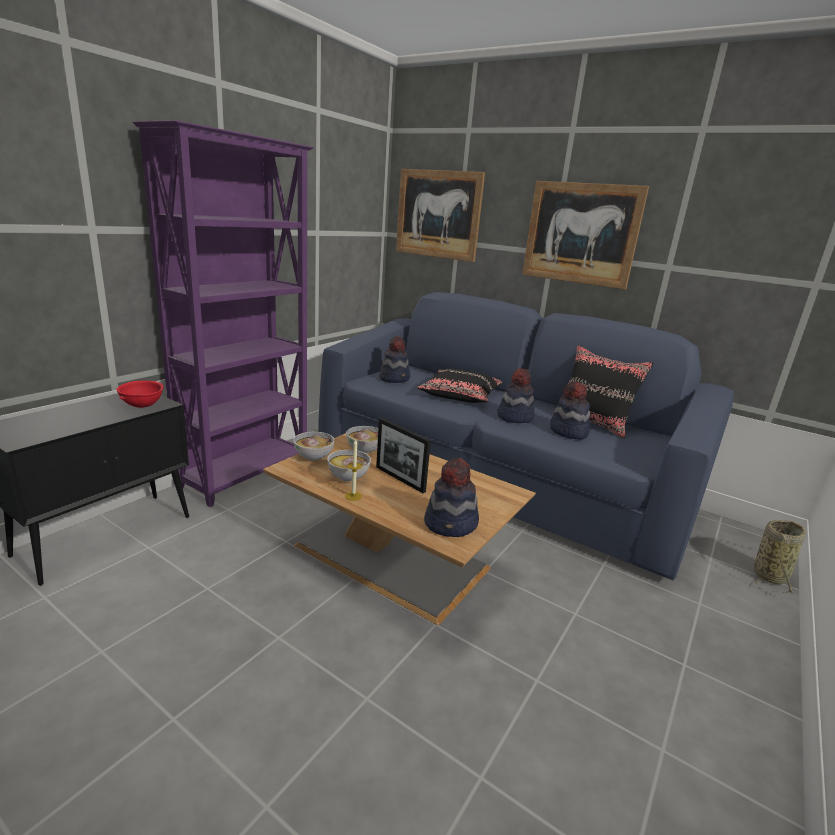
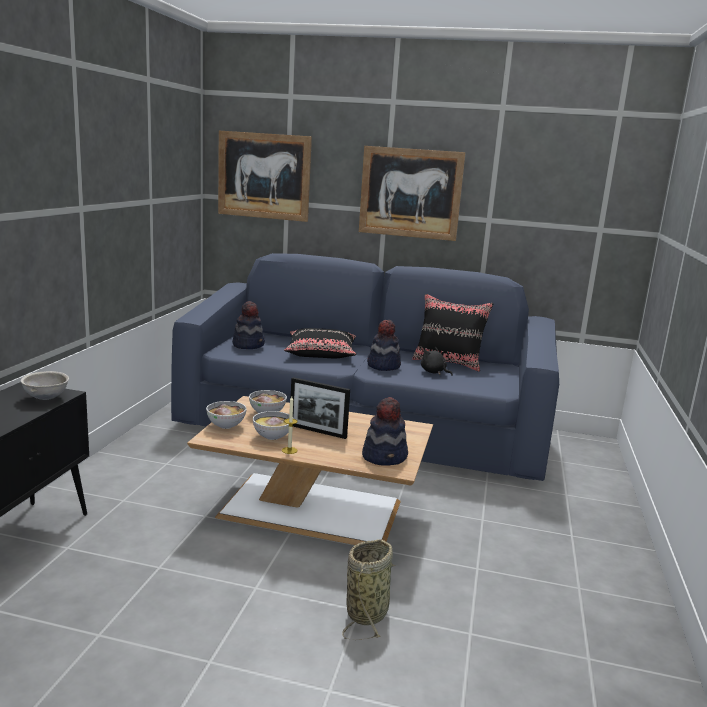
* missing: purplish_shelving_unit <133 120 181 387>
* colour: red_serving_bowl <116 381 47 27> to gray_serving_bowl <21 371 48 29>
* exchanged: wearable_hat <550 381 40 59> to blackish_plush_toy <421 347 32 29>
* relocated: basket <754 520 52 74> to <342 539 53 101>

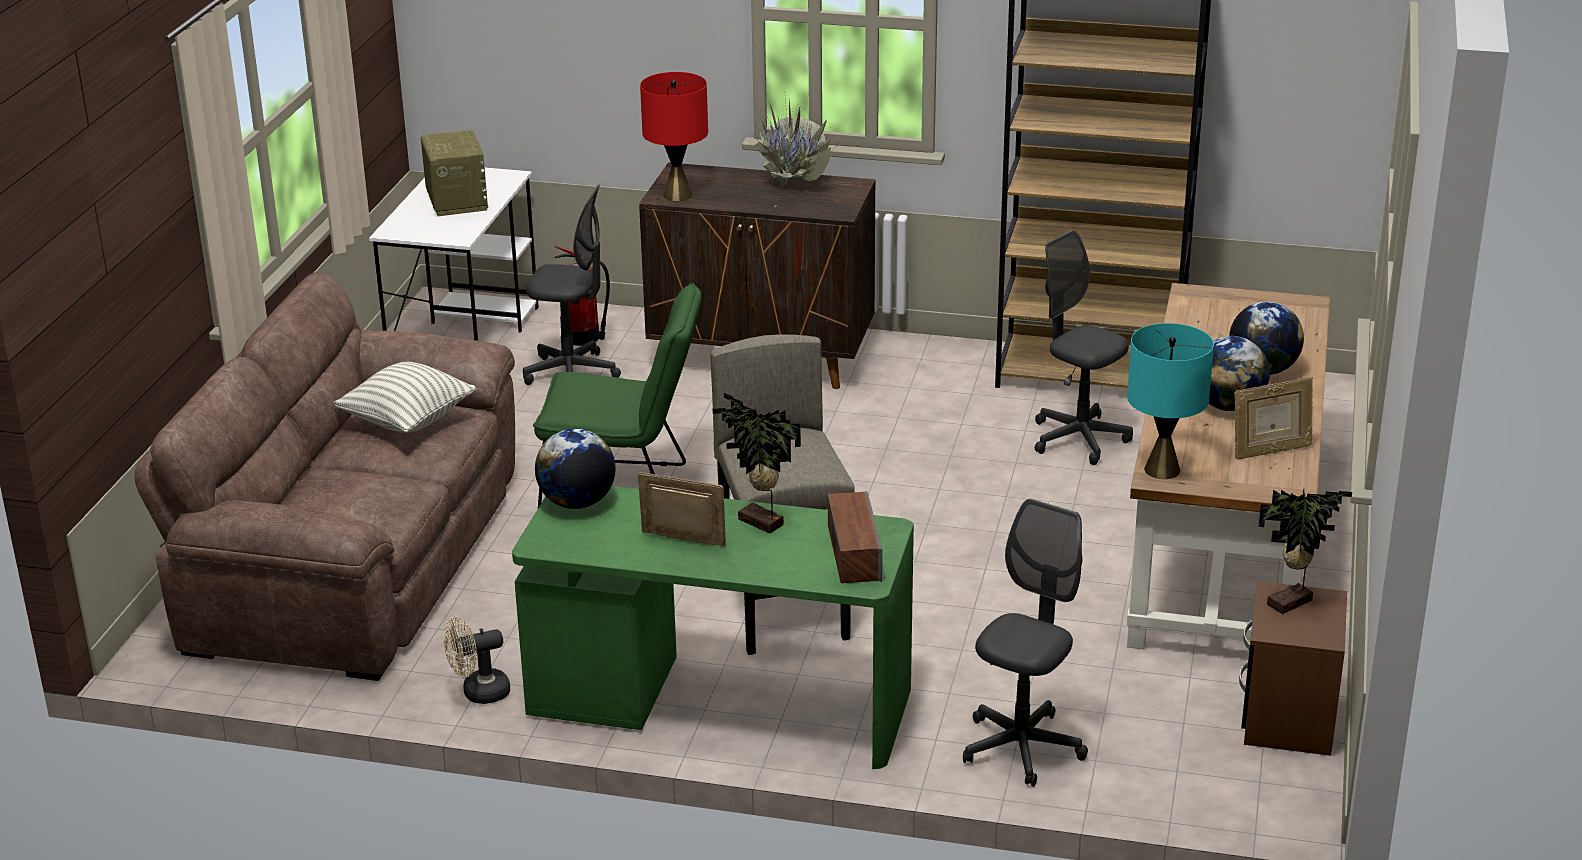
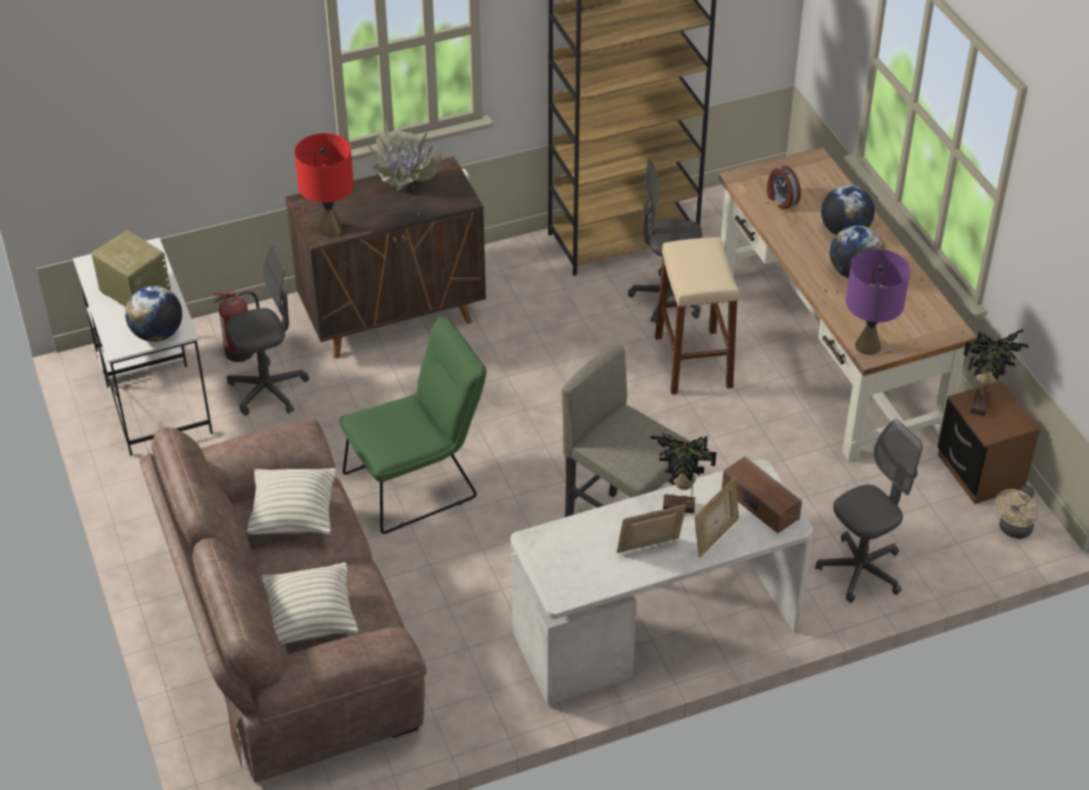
* colour: blue-green_table_lamp <1127 323 87 156> to purplish_table_lamp <846 249 64 106>
* relocated: picture_frame <1235 377 78 83> to <694 477 45 80>
* relocated: desk_globe <535 429 81 80> to <125 286 57 56>
* colour: greenish_desk <512 486 402 283> to white-coloured_desk <511 460 302 245>
* spun: gray_computer_chair <963 499 125 288> = <815 419 108 184> 60 degrees clockwise
* relocated: sand-coloured_cooling_fan <444 616 66 88> to <995 485 43 54>
* appeared: alarm_clock <767 166 34 44>
* appeared: sand-coloured_stool <655 237 84 158>
* appeared: throw_pillow <262 562 96 82>

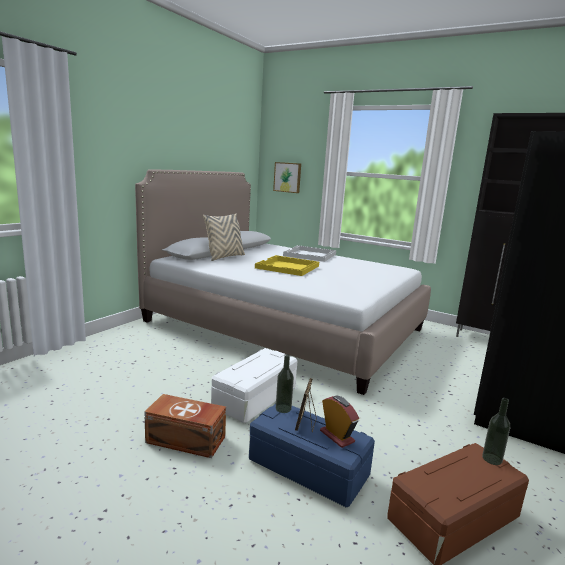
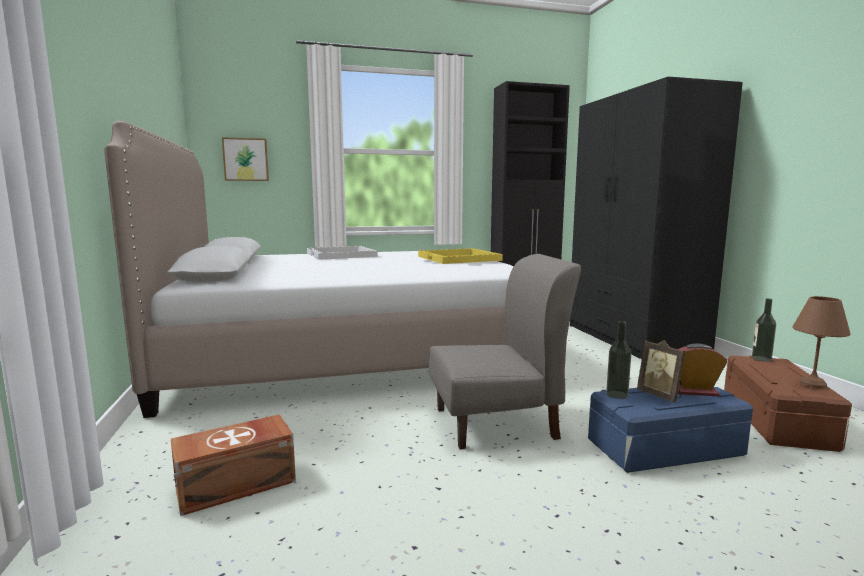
* missing: sand-coloured_throw_pillow <203 214 42 47>
* relocated: yellow_tray <255 255 64 21> to <418 248 85 16>
* exchanged: white-coloured_storage_box <211 348 86 75> to gray_plain_chair <429 254 152 195>
* relocated: brown_storage_box <144 394 82 64> to <171 414 125 102>
* appeared: brown_table_lamp <792 296 59 93>

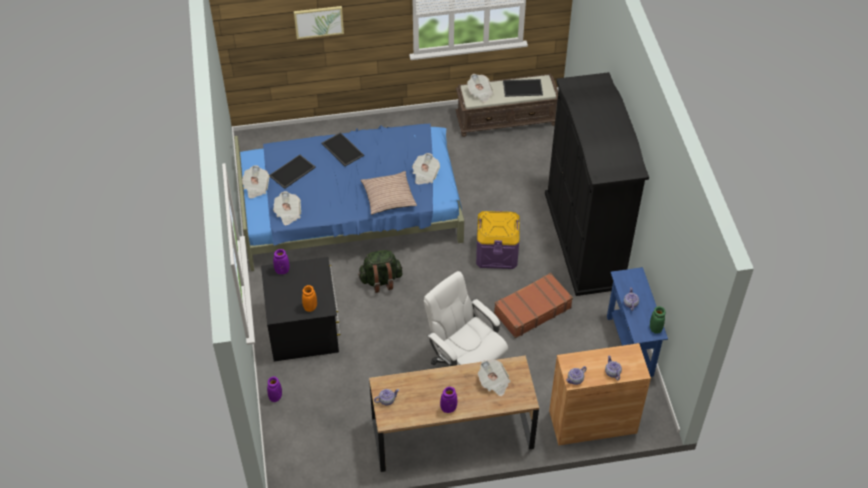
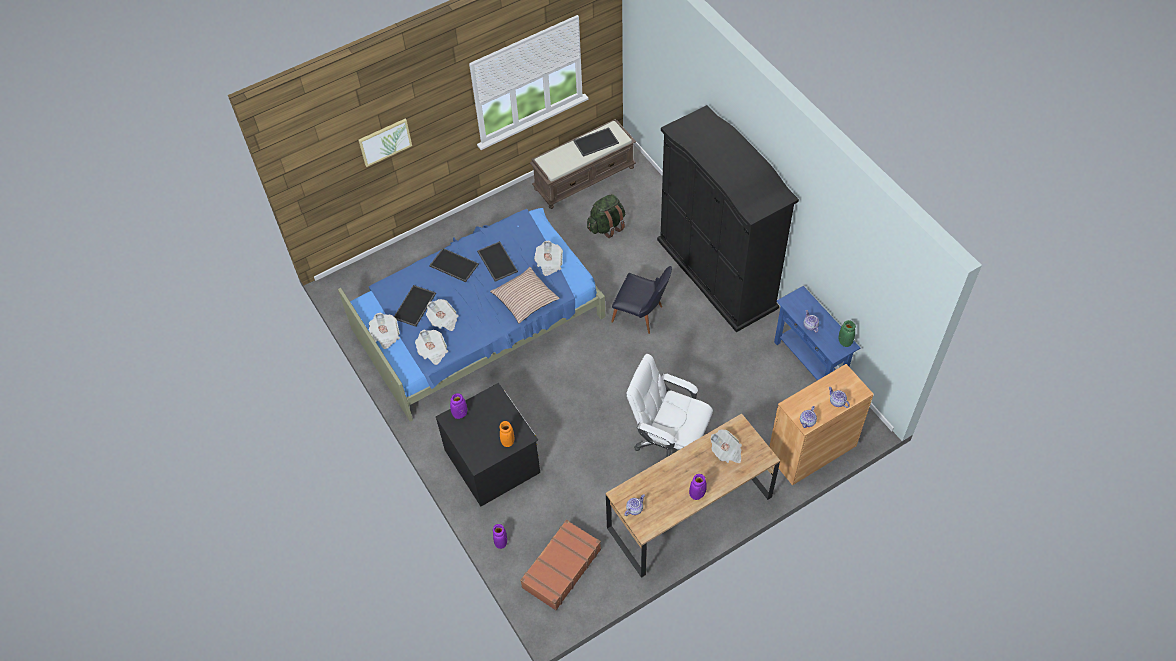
* relocated: printed_paper <467 74 27 29> to <426 299 33 32>
* exchanged: purplish_storage_box <476 211 44 58> to blackish_plain_chair <611 266 61 68>
* relocated: greenish_rucksack <358 250 45 43> to <587 194 38 44>
* relocated: brown_suitcase <494 273 79 65> to <520 520 81 90>
* appeared: tray <477 241 41 41>

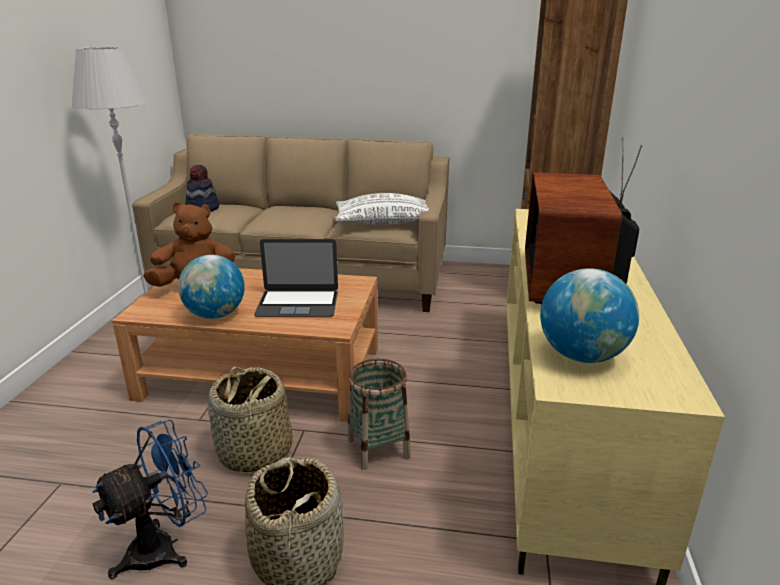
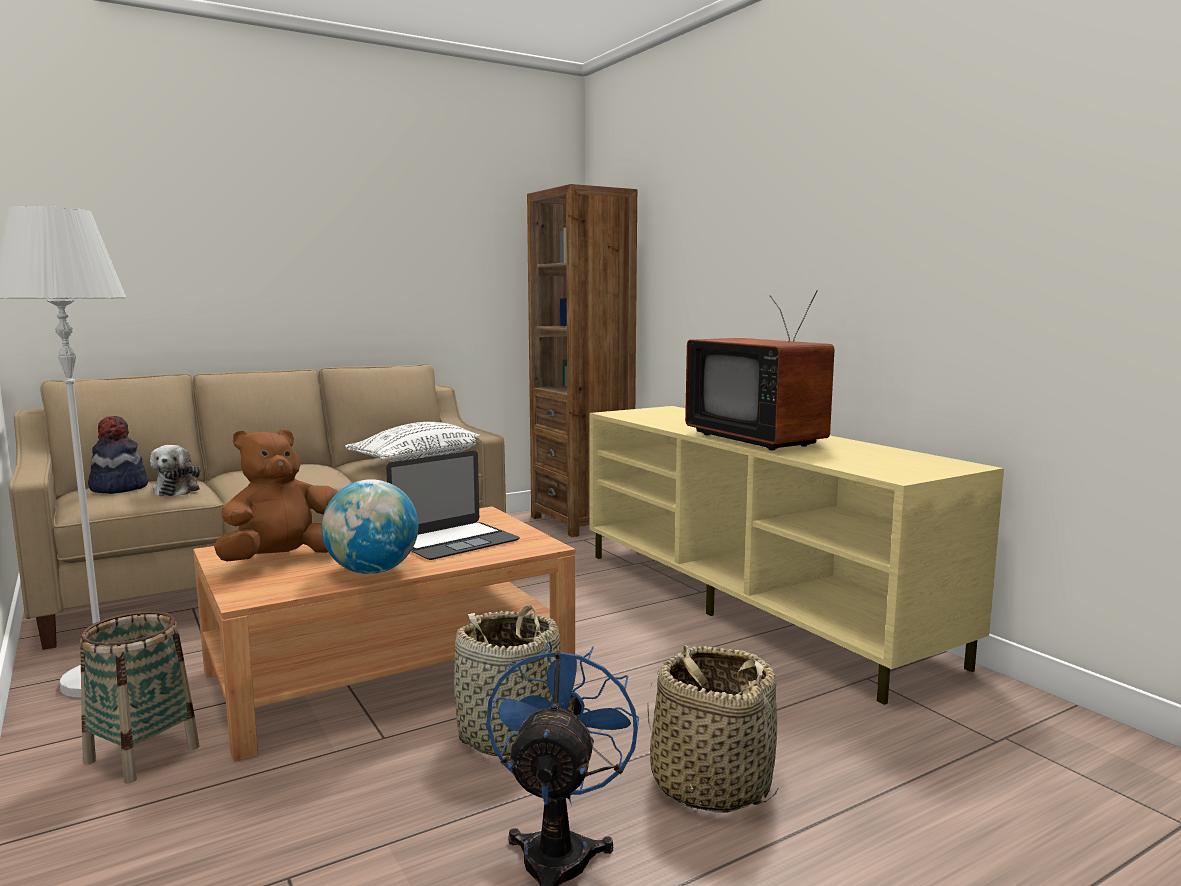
* missing: desk_globe <540 268 99 95>
* relocated: basket <348 359 63 111> to <80 611 120 172>
* appeared: plush_toy <150 445 50 51>

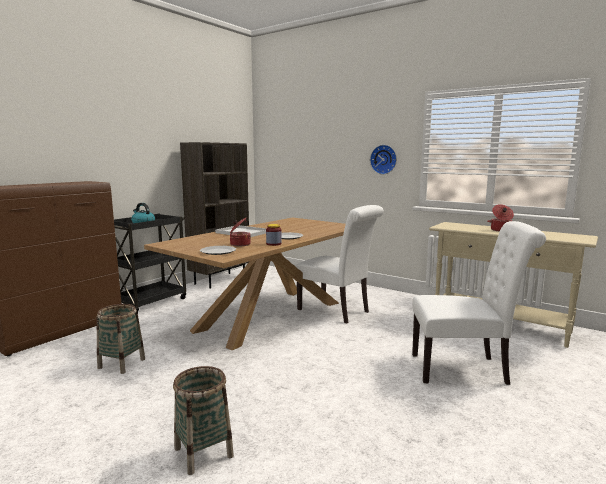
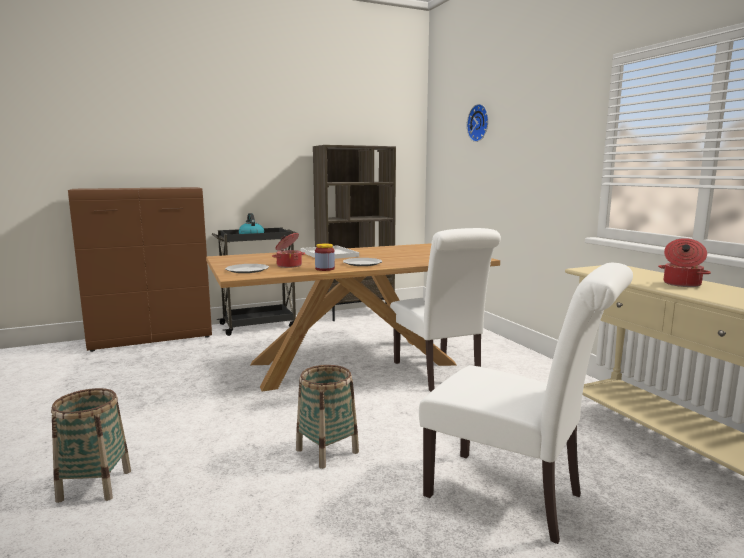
* relocated: clock_on_the_wall <370 145 27 29> to <467 104 22 38>
* relocated: basket <97 304 48 70> to <296 365 63 104>

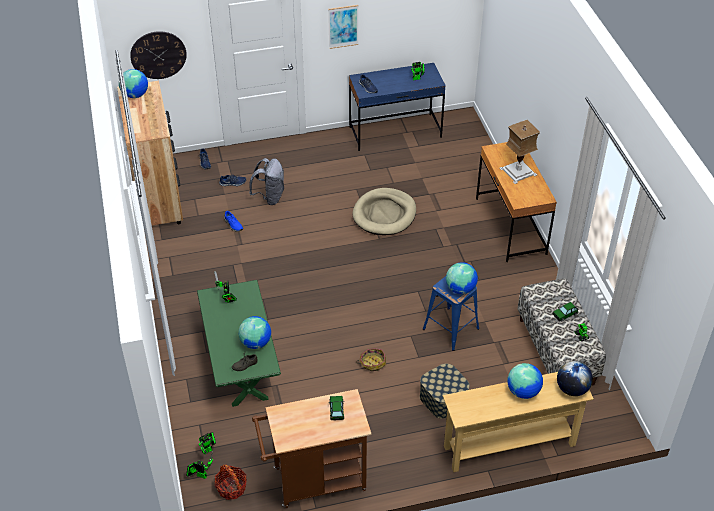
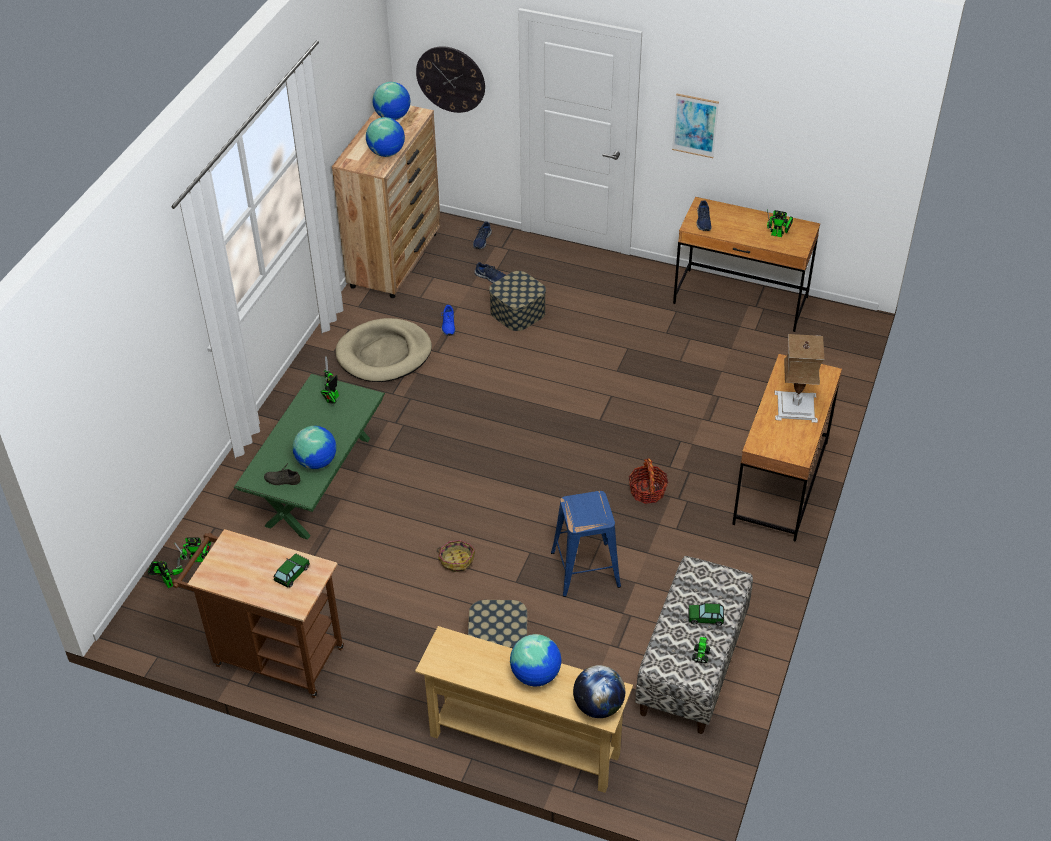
* colour: blue_desk <349 63 97 88> to brown_desk <673 197 147 135>
* exchanged: gray_rucksack <249 158 35 47> to storage_box <489 271 57 60>
* relocated: sand-coloured_dog_bed <353 188 63 47> to <336 318 96 64>
* relocated: desk_globe <446 262 32 32> to <366 117 39 40>
* relocated: basket <215 465 32 35> to <629 458 39 46>

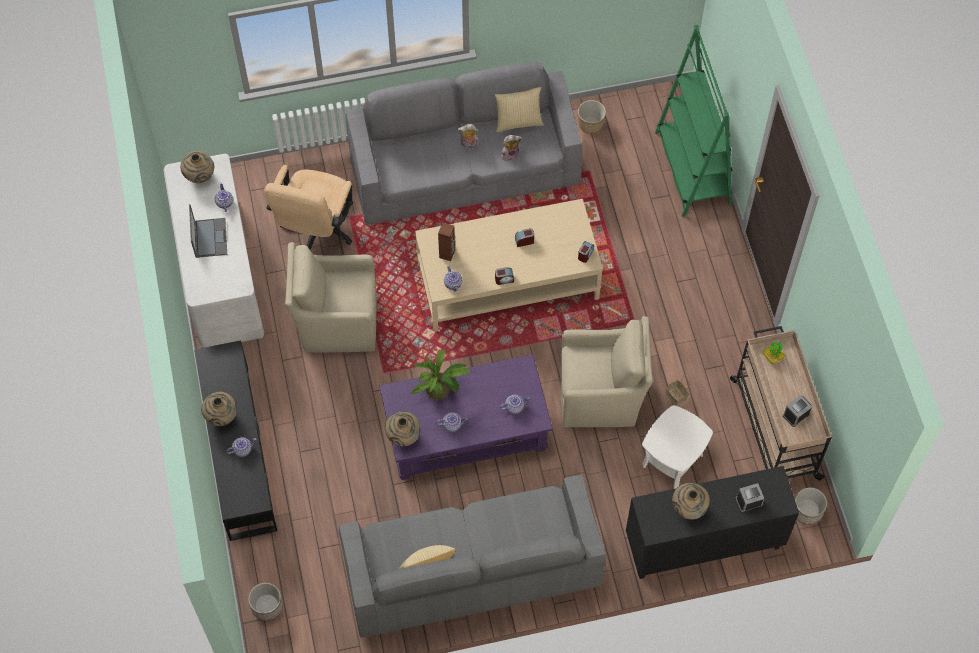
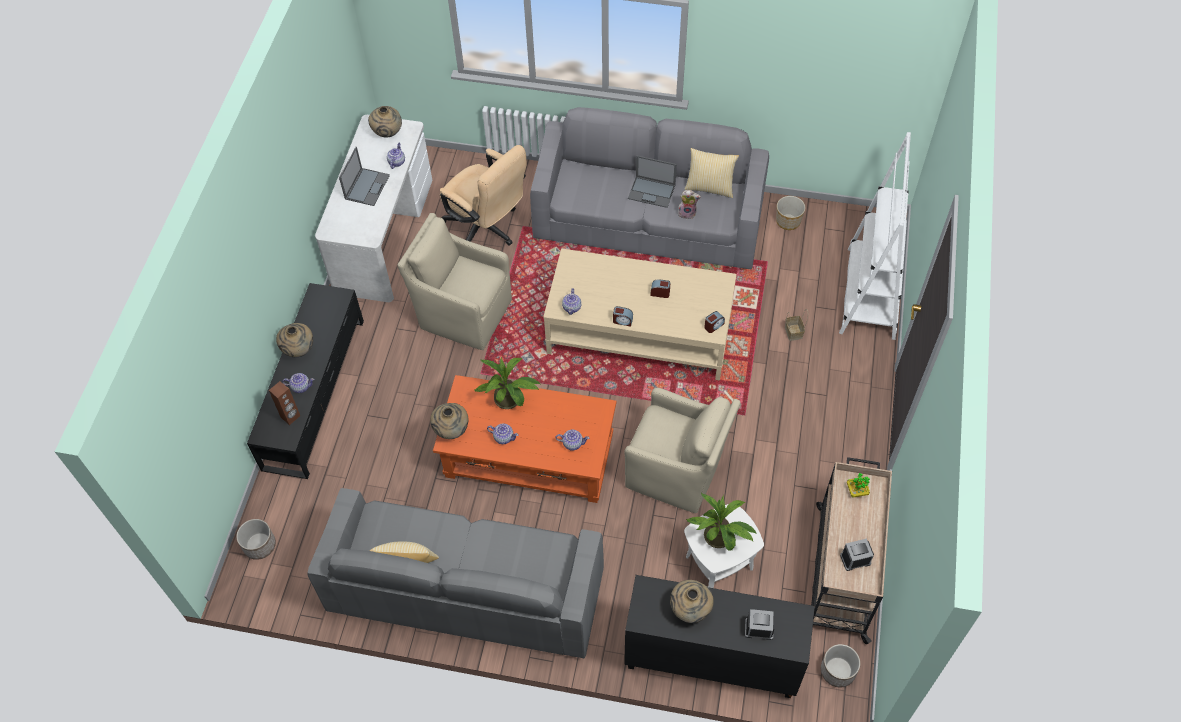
* colour: greenish_shelving_unit <655 24 78 193> to white-coloured_shelving_unit <839 132 72 208>
* exchanged: plush_toy <457 124 22 25> to laptop <628 156 49 52>
* spun: sand-coloured_computer_chair <264 165 89 84> = <440 145 87 101> 90 degrees counterclockwise
* relocated: brown_audio_speaker <438 223 17 38> to <269 381 31 44>
* colour: purplish_coffee_table <379 355 174 125> to orange-coloured_coffee_table <433 375 184 128>
* relocated: basket <666 374 24 32> to <785 309 23 32>
* appeared: houseplant <686 493 71 58>

